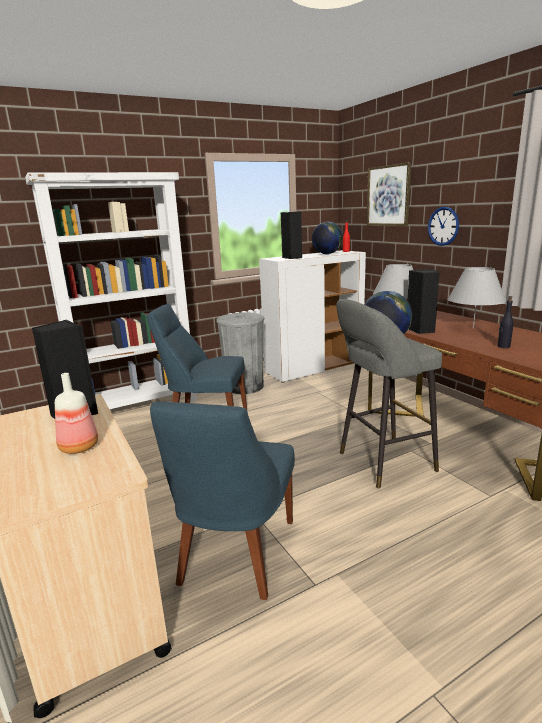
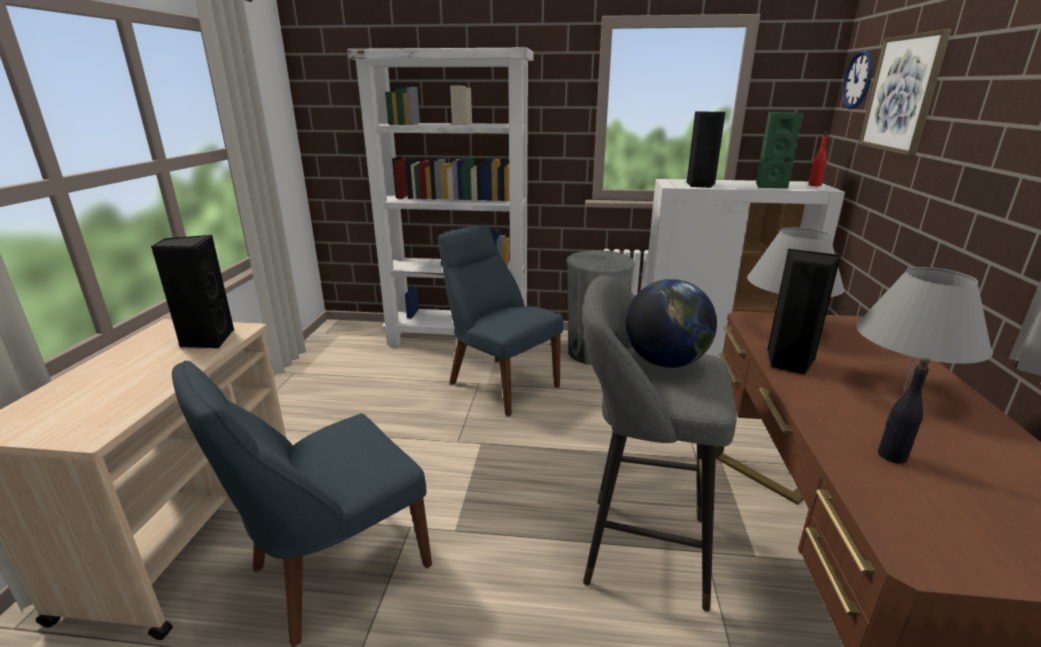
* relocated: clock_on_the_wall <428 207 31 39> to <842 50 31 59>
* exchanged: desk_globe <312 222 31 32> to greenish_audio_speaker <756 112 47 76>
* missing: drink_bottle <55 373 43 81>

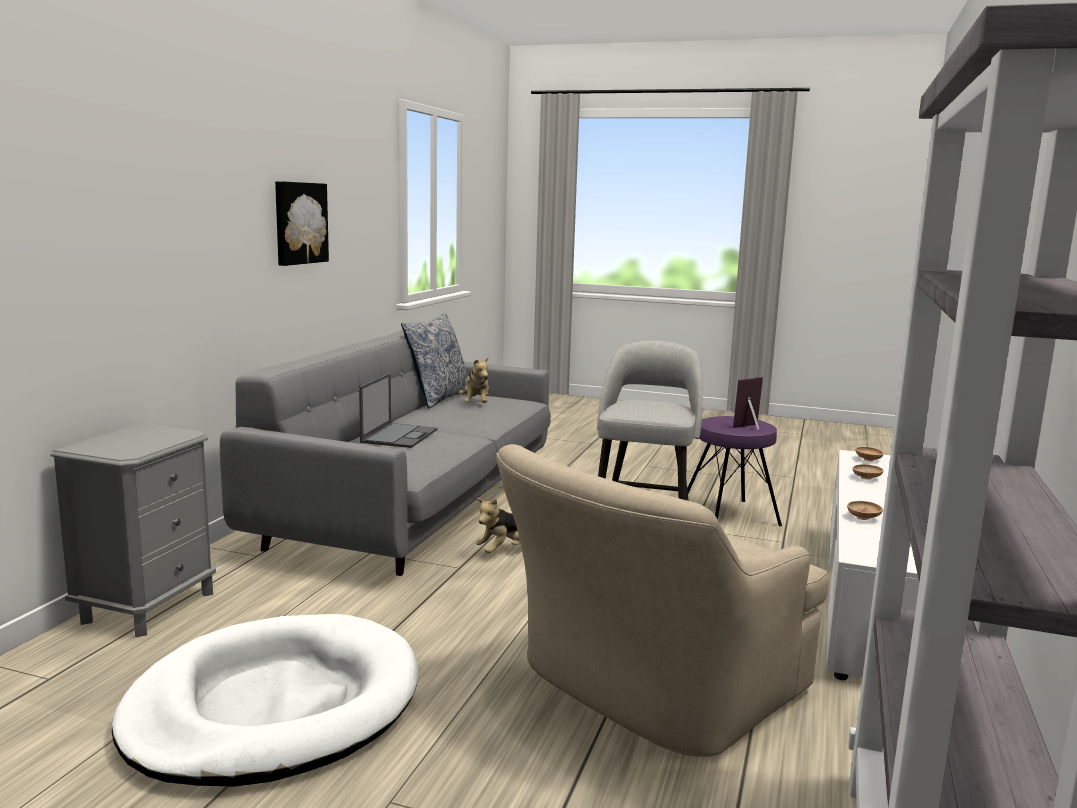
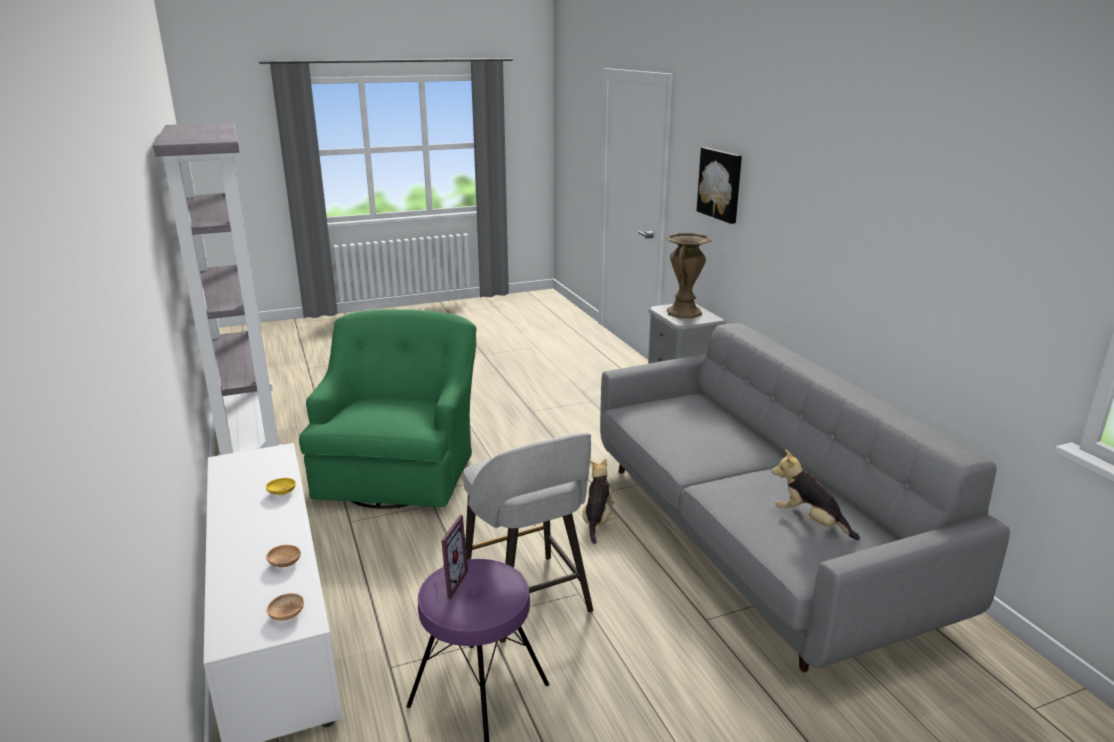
* relocated: wall_art <275 181 54 85> to <697 147 45 77>
* missing: throw_pillow <401 313 66 95>
* missing: laptop <359 373 78 75>
* colour: sand-coloured_armchair <496 444 333 313> to greenish_armchair <299 309 178 200>
* colour: brown_serving_bowl <847 501 36 19> to yellow_serving_bowl <266 478 30 17>
* missing: white-coloured_dog_bed <112 614 306 172>
* appeared: brown_decorative_vase <667 233 45 85>

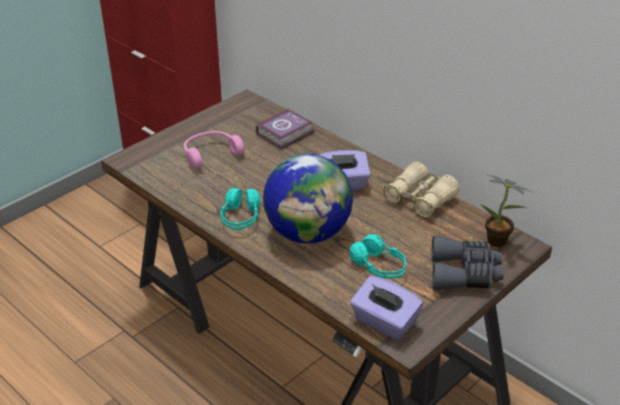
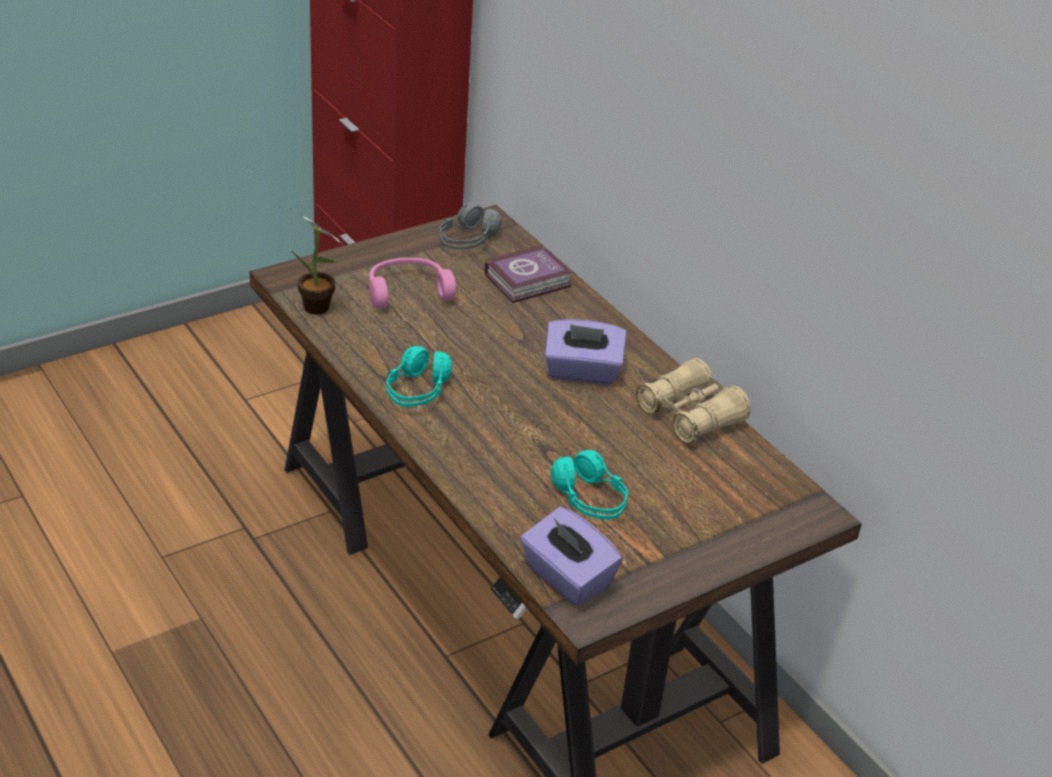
* missing: desk_globe <263 154 90 89>
* relocated: houseplant <481 174 54 73> to <290 209 55 105>
* missing: gray_pair_of_binoculars <431 236 73 54>
* appeared: gray_headset <439 202 63 48>

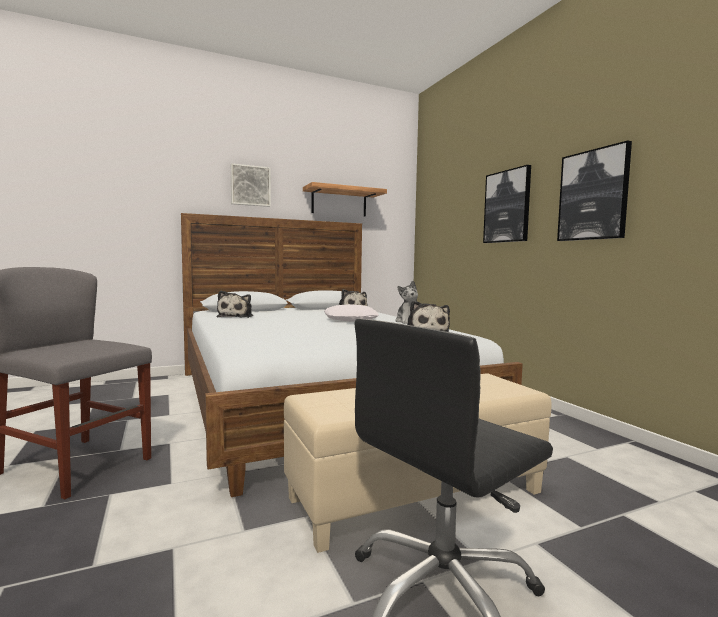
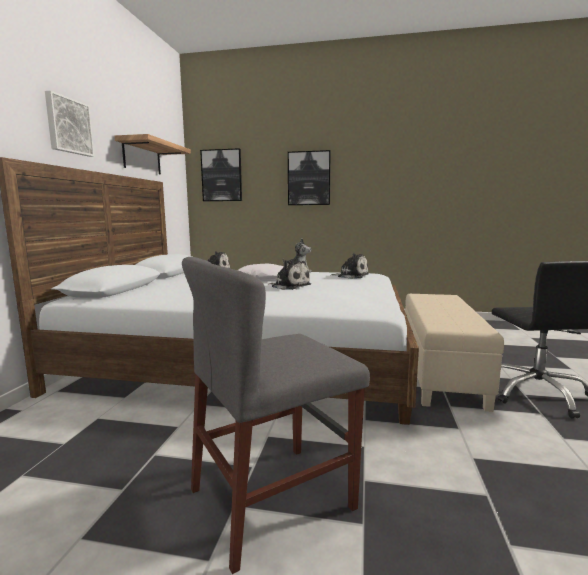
* relocated: wall_art <557 140 75 101> to <200 148 42 53>
* relocated: plush_toy <217 290 36 28> to <270 260 41 30>

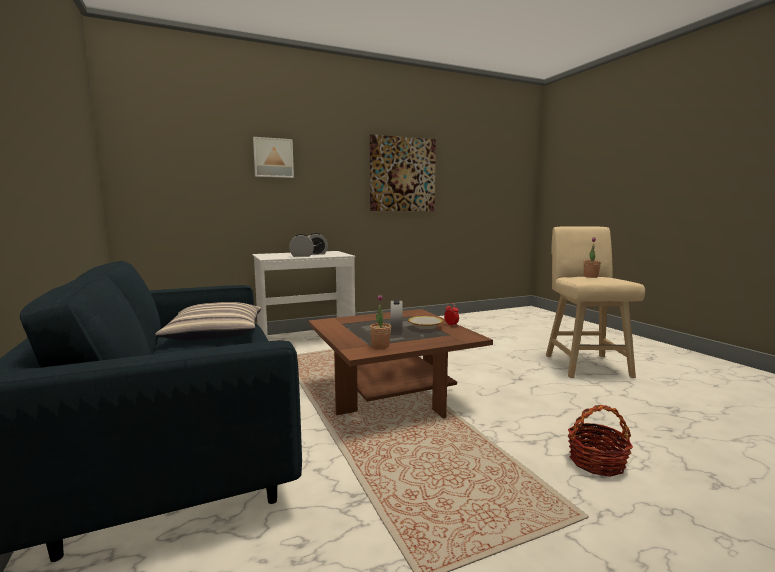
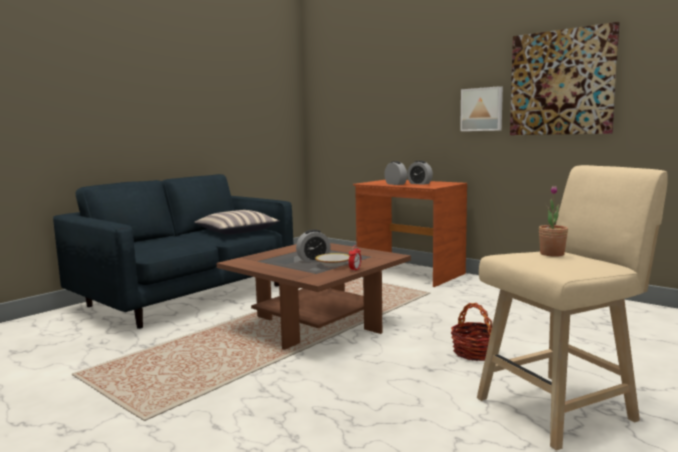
* relocated: wall_art <253 137 41 41> to <460 86 43 45>
* colour: white-coloured_desk <252 251 103 88> to brown_desk <353 180 114 107>
* missing: houseplant <370 295 21 54>
* relocated: basket <568 405 65 72> to <451 303 41 58>

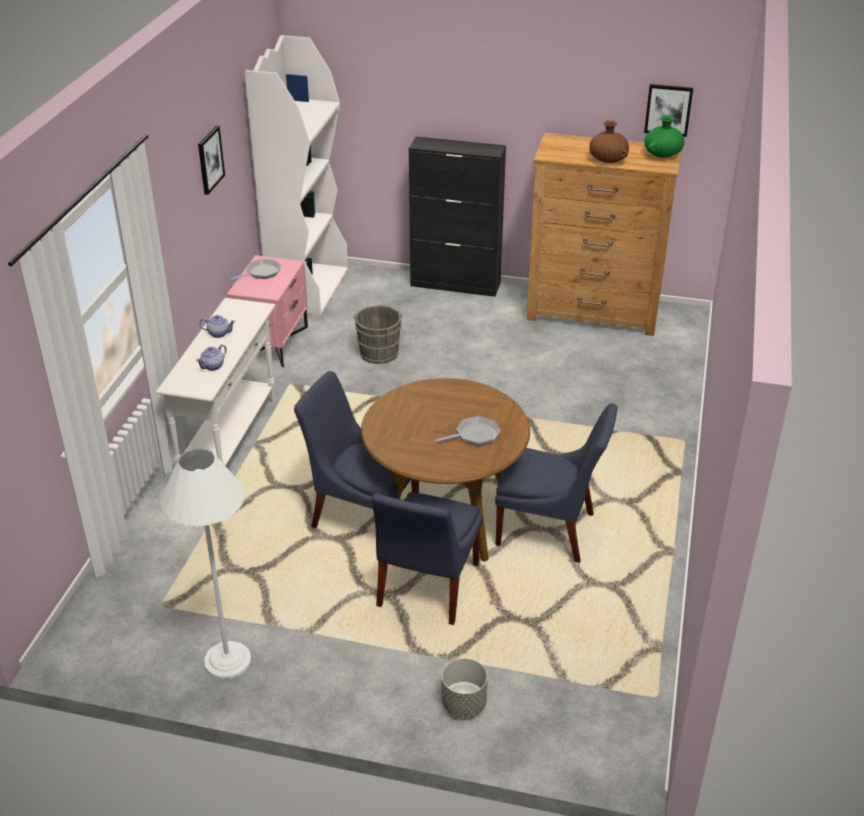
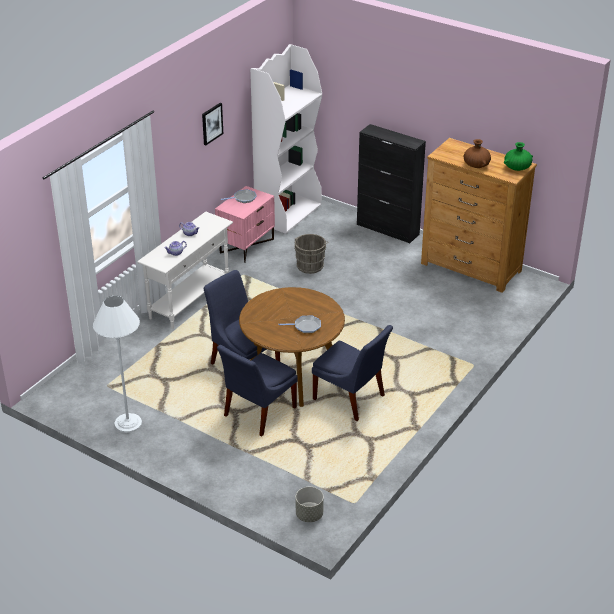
* missing: wall_art <644 84 49 53>
* relocated: gray_planter <441 658 47 60> to <296 487 28 35>

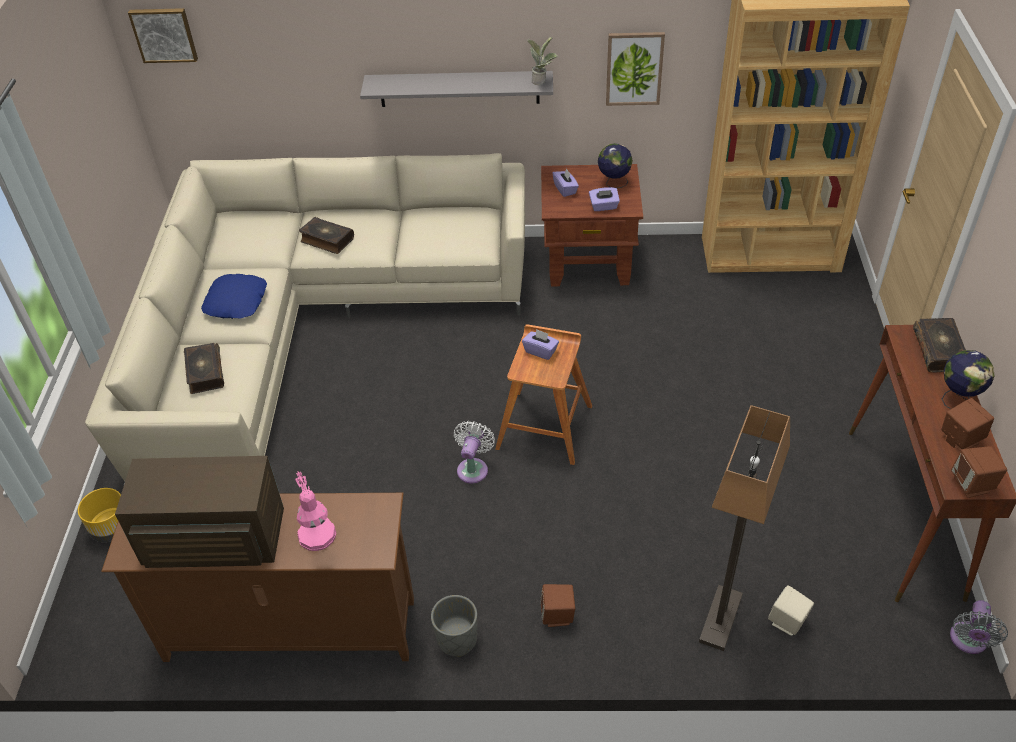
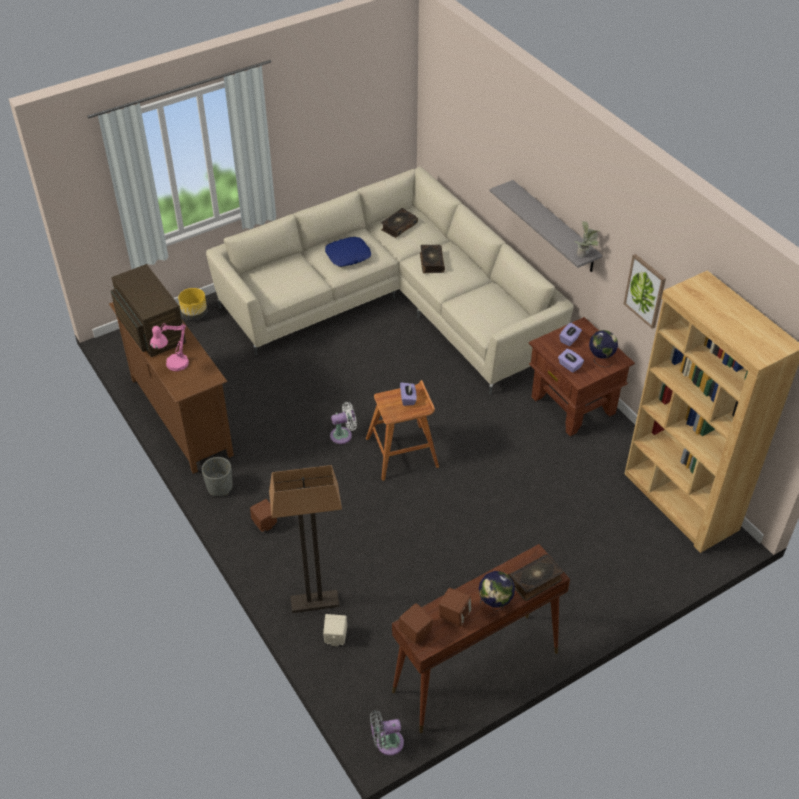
* missing: wall_art <128 8 70 55>
* relocated: volume <184 343 40 51> to <381 208 37 30>

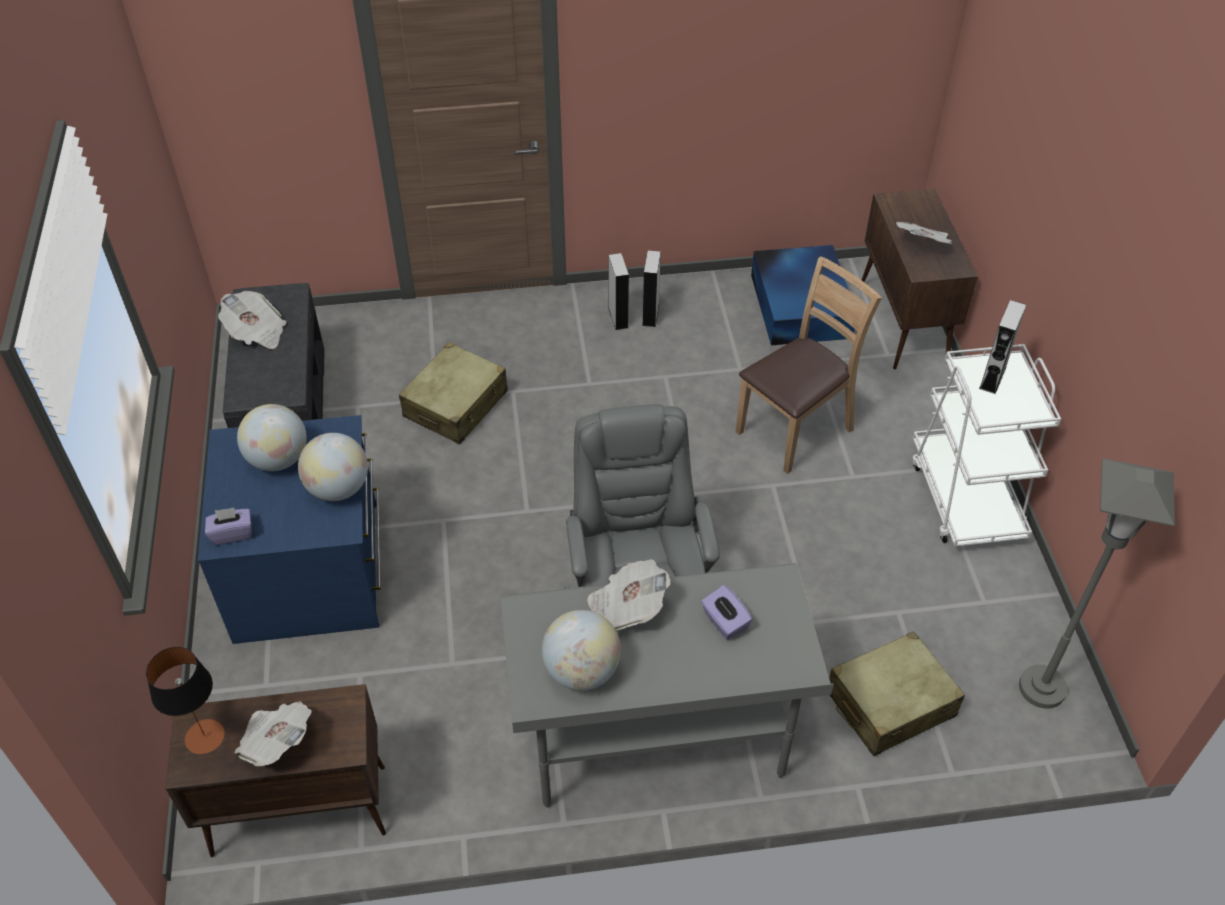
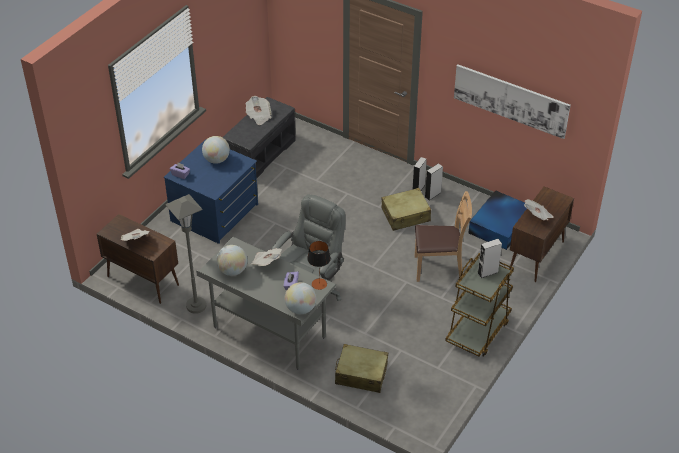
* relocated: sand-coloured_suitcase <399 342 109 102> to <381 188 50 43>
* colour: white-coloured_trolley <913 344 148 203> to brown_trolley <445 253 69 104>
* relocated: desk_globe <298 433 70 68> to <285 282 32 32>
* relocated: gray_floor_lamp <1019 458 156 251> to <165 194 41 120>
* relocated: table_lamp <146 647 79 107> to <307 241 24 49>
* appeared: wall_art <454 64 117 75>

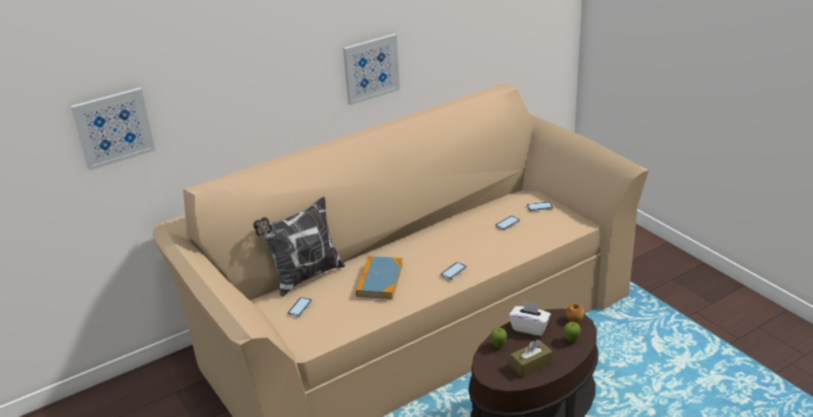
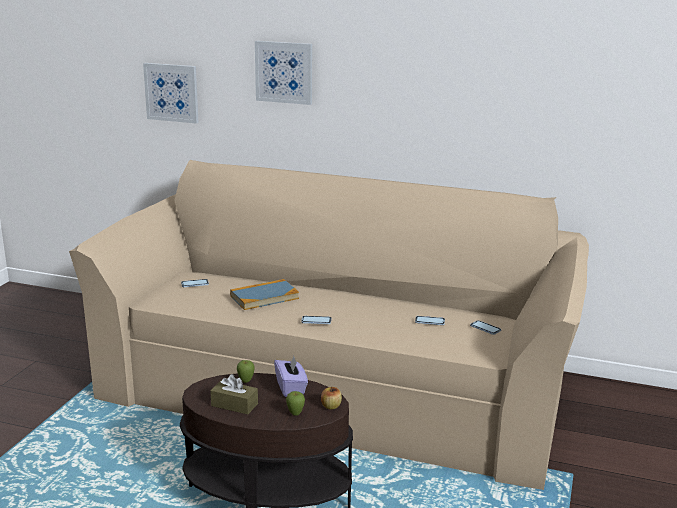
* relocated: wall_art <343 34 57 71> to <255 41 57 64>
* missing: throw_pillow <253 197 92 100>
* colour: white-coloured_tissue_box <509 301 42 35> to purplish_tissue_box <274 356 34 41>

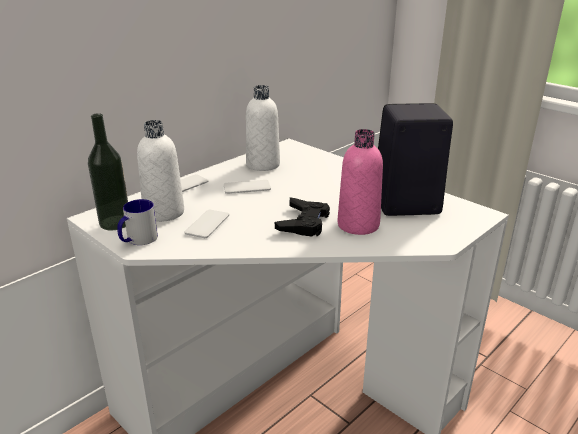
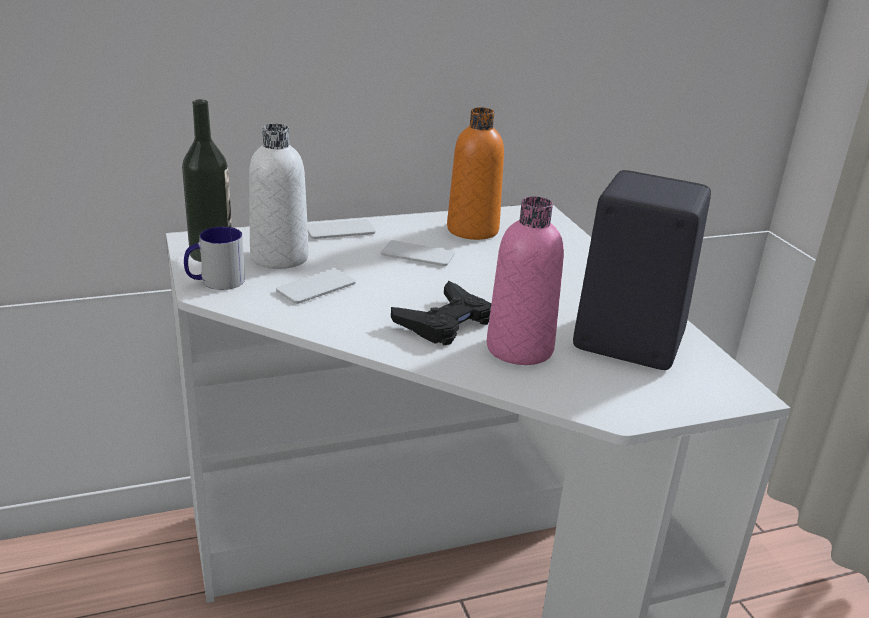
* colour: white-coloured_drink_bottle <246 85 34 86> to orange-coloured_drink_bottle <447 107 57 133>

